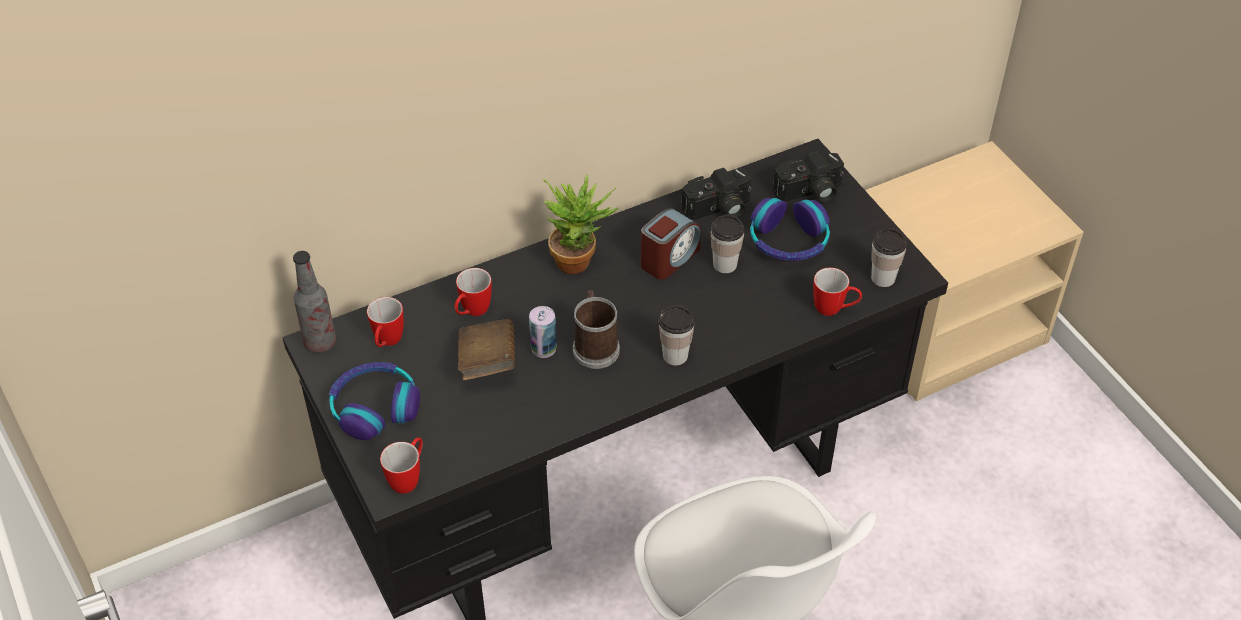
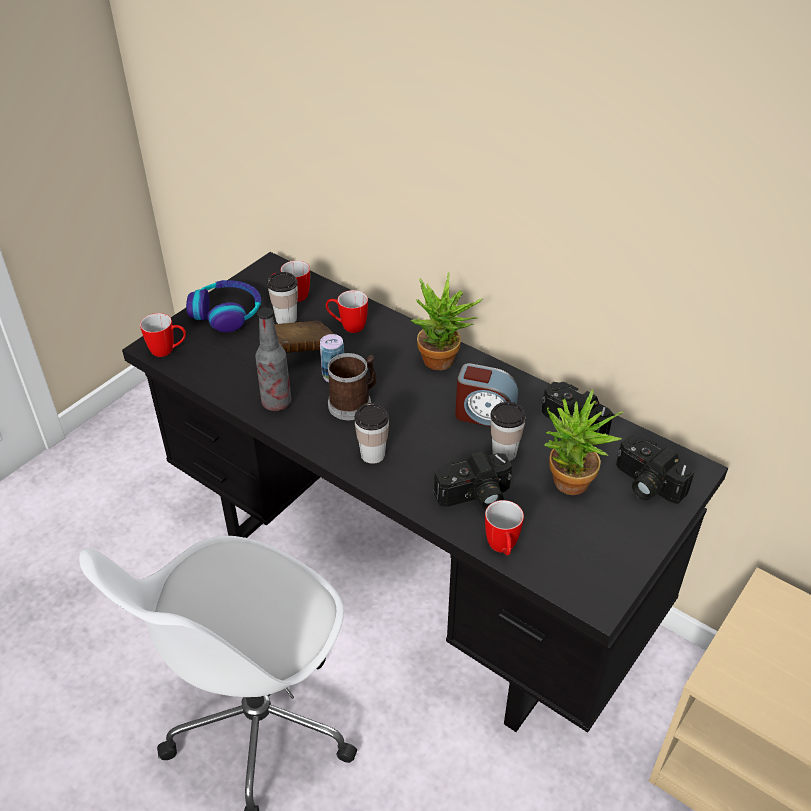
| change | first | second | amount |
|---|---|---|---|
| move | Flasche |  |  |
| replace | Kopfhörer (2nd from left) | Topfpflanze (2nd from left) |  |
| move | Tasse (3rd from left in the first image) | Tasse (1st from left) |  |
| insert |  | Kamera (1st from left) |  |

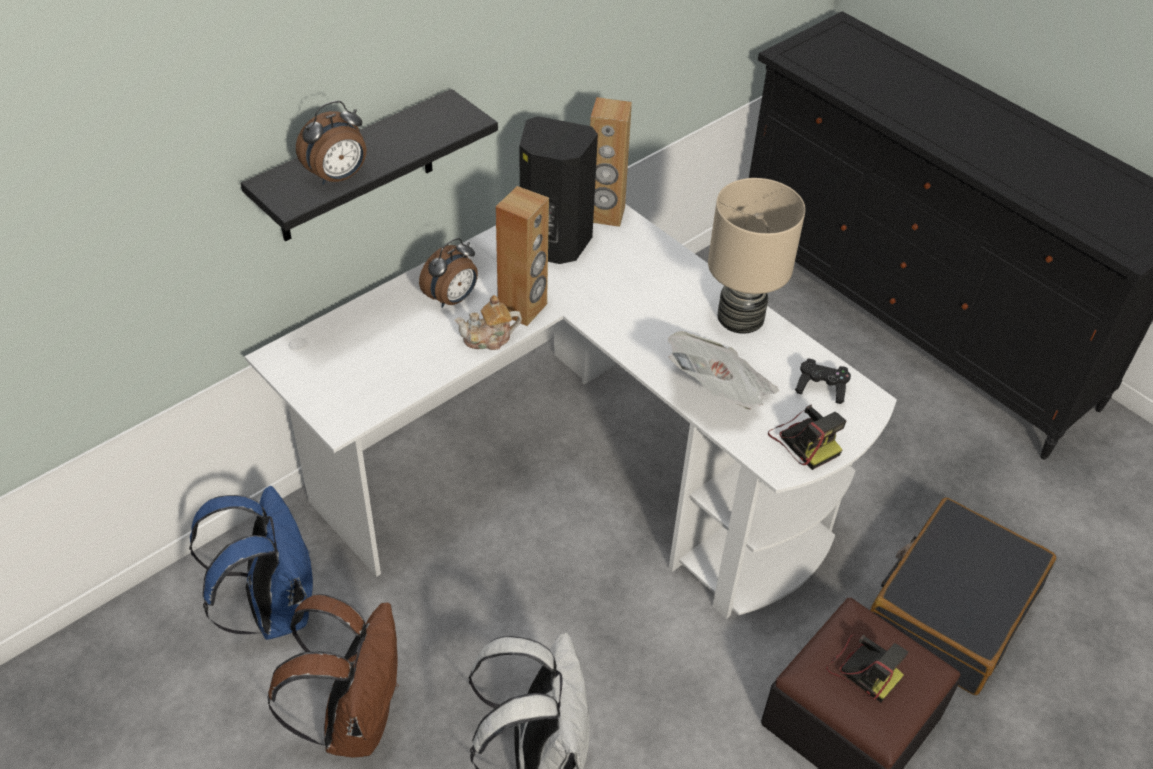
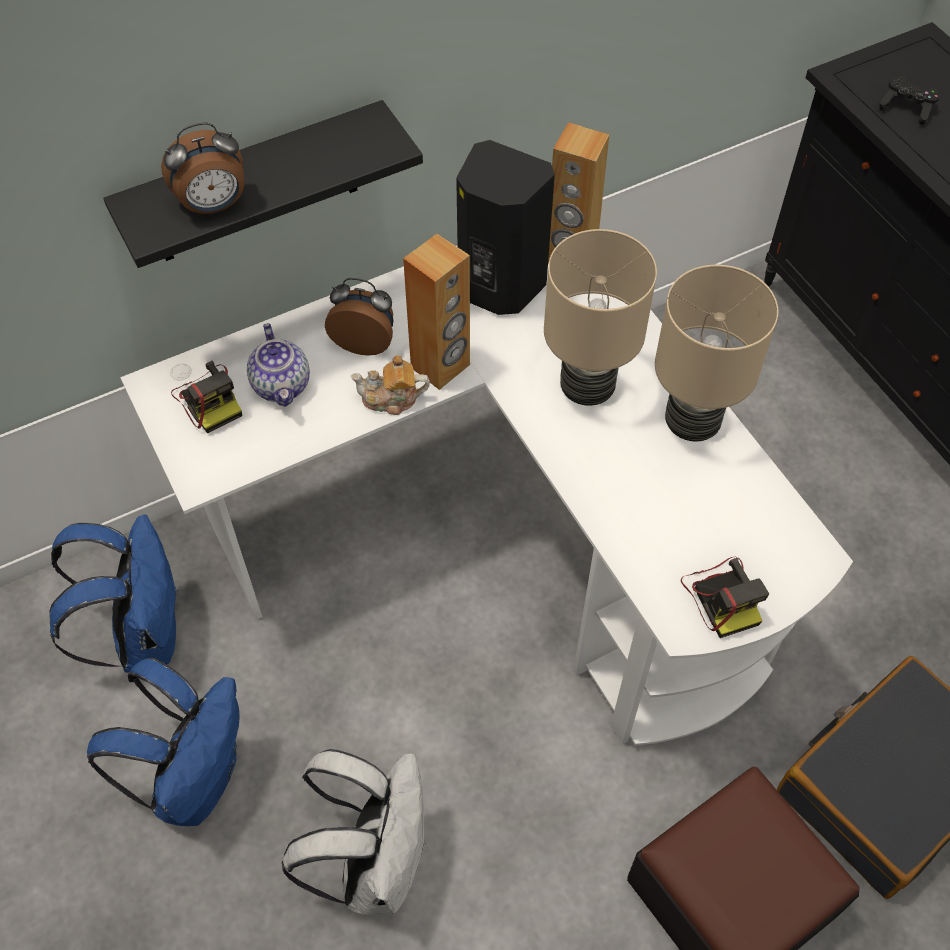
| change | first | second | amount |
|---|---|---|---|
| recolor | Rucksack/braun | Rucksack/blau (2nd from left) |  |
| rotate | Wecker (2nd from left) |  | 135 degrees counterclockwise |
| delete | Zeitung |  |  |
| move | Gamepad/schwarz |  |  |
| move | Kamera (2nd from left in the first image) | Kamera (1st from left) |  |
| insert |  | Teekanne (1st from left) |  |
| insert |  | Tischlampe/beige (1st from left) |  |

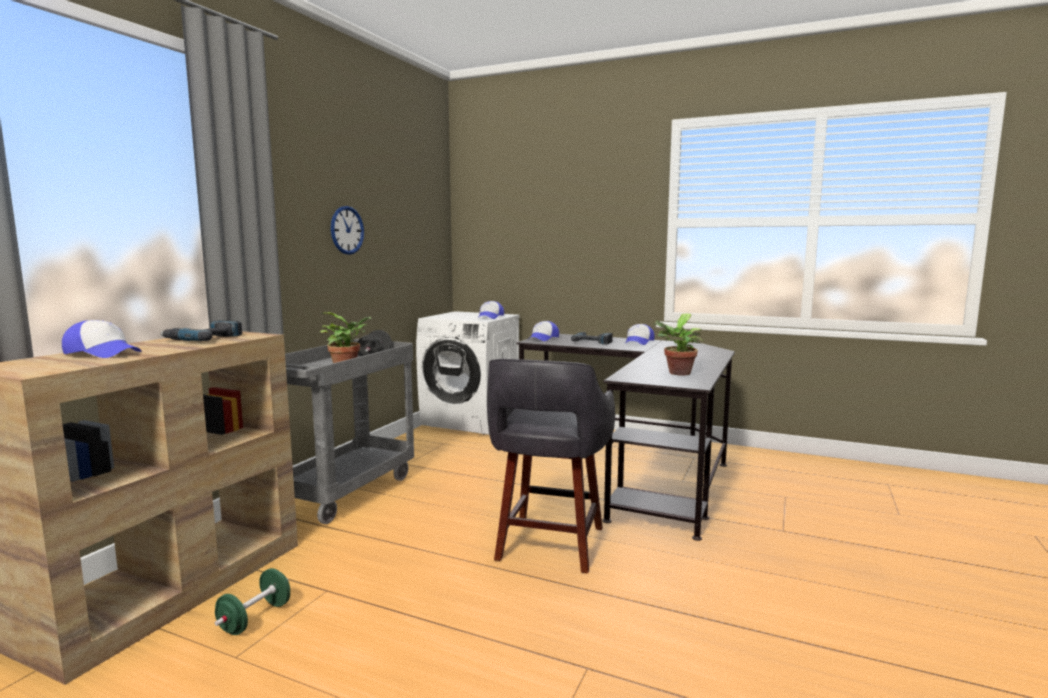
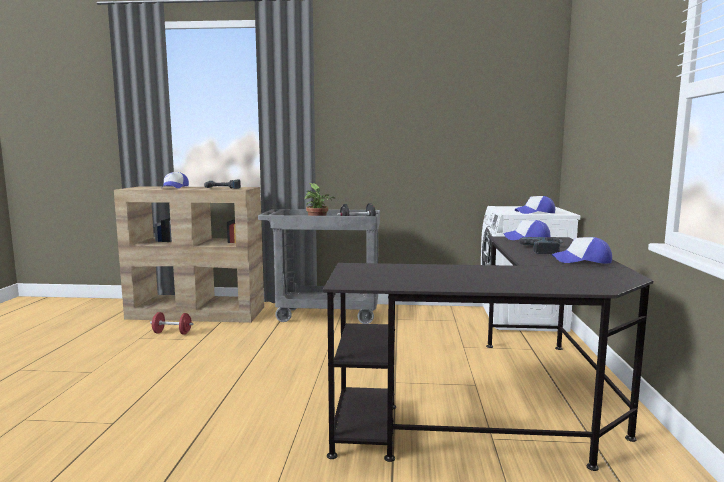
| change | first | second | amount |
|---|---|---|---|
| recolor | Hantel/grün | Hantel/rot |  |
| delete | Wanduhr |  |  |
| delete | Hocker/grau |  |  |
| delete | Topfpflanze (2nd from left) |  |  |

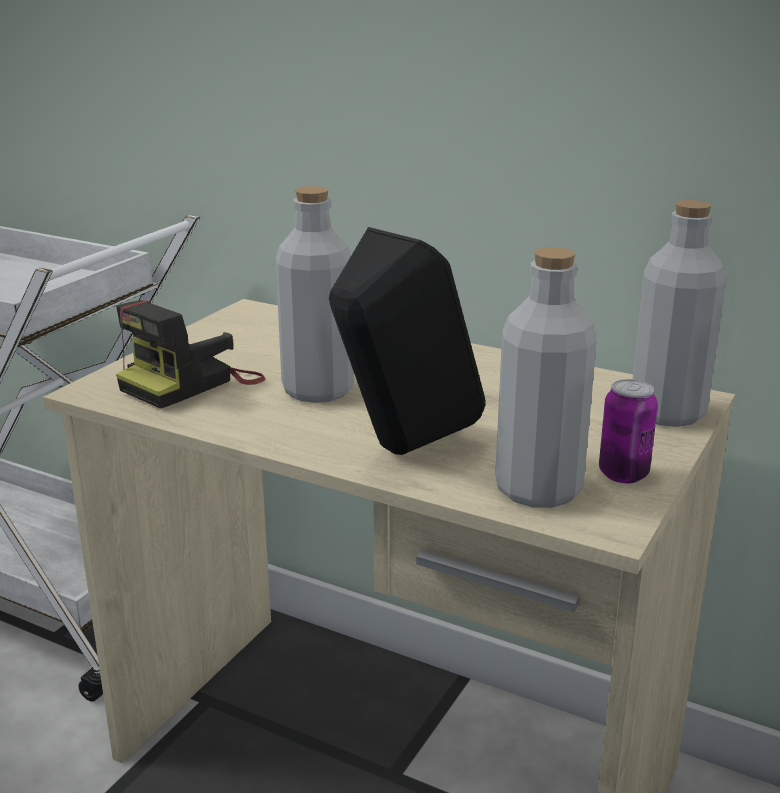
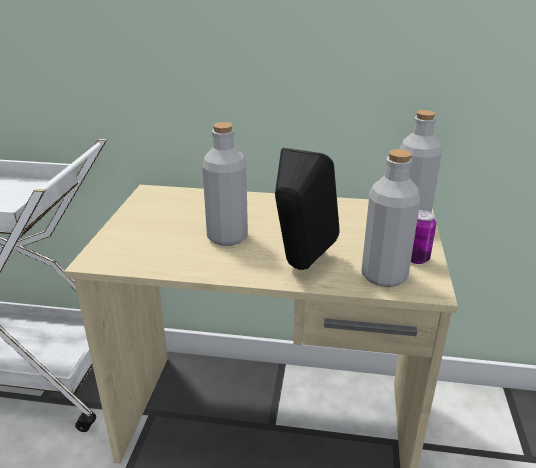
| change | first | second | amount |
|---|---|---|---|
| delete | Kamera |  |  |

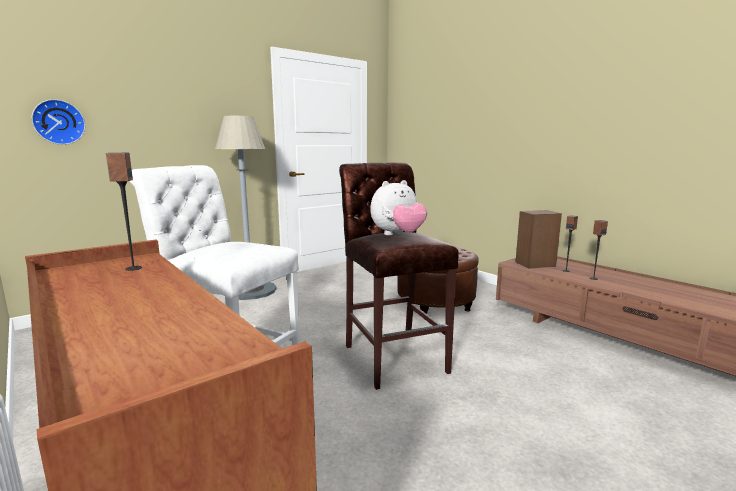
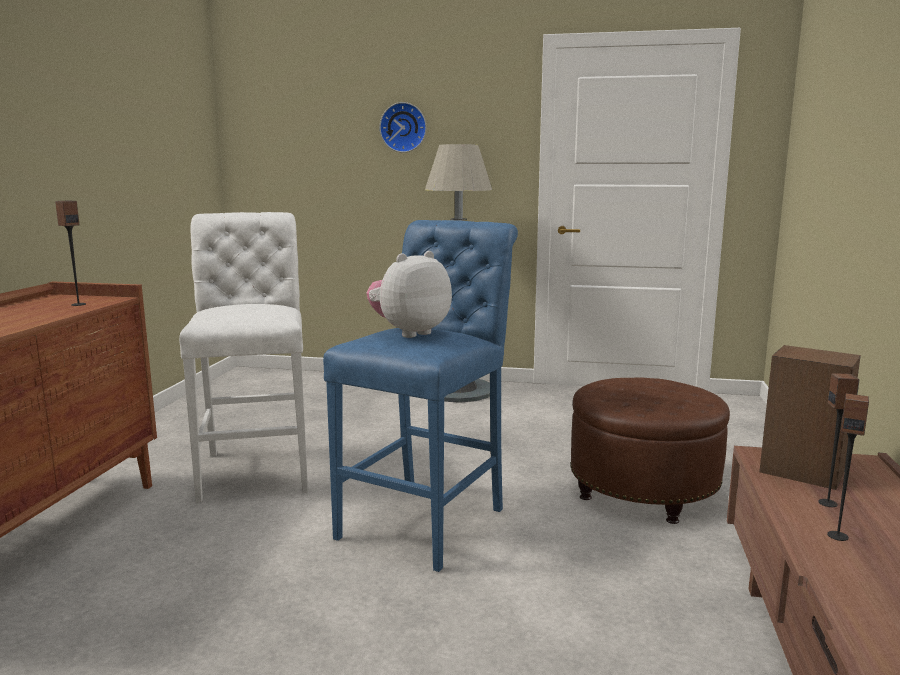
| change | first | second | amount |
|---|---|---|---|
| move | Wanduhr |  |  |
| recolor | Hocker/braun | Hocker/blau |  |
| rotate | Plüschtier |  | 120 degrees clockwise |

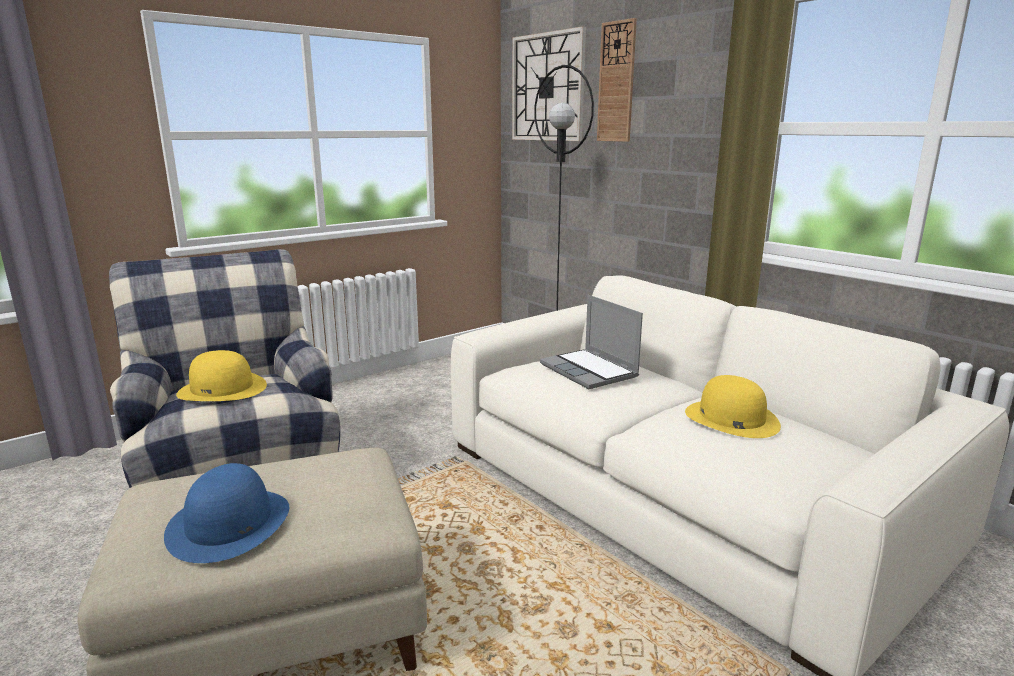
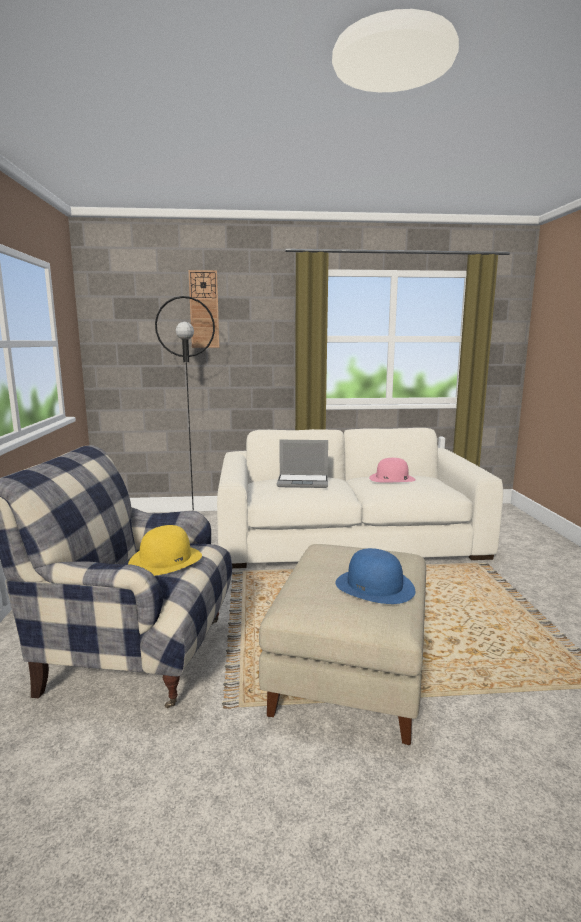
| change | first | second | amount |
|---|---|---|---|
| delete | Wanduhr (1st from left) |  |  |
| recolor | Hut/gelb (2nd from left) | Hut/rosa |  |

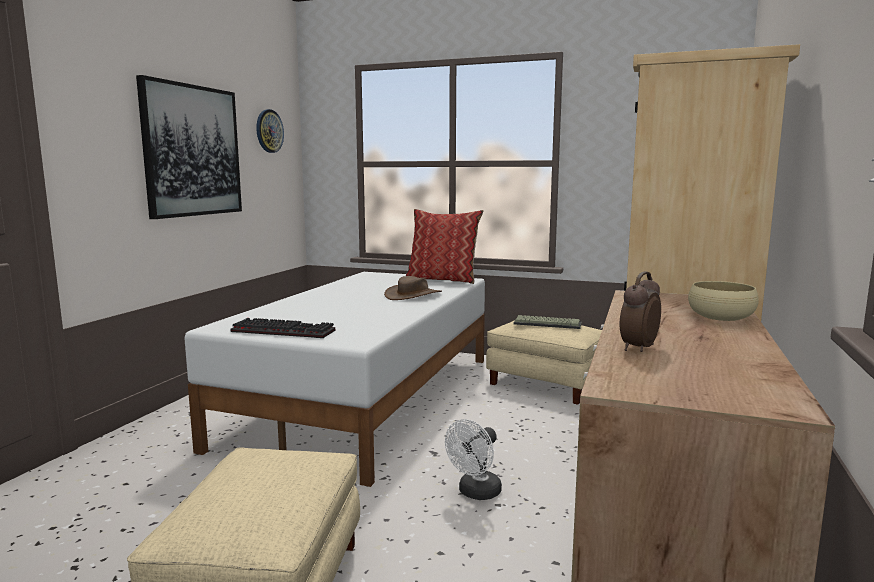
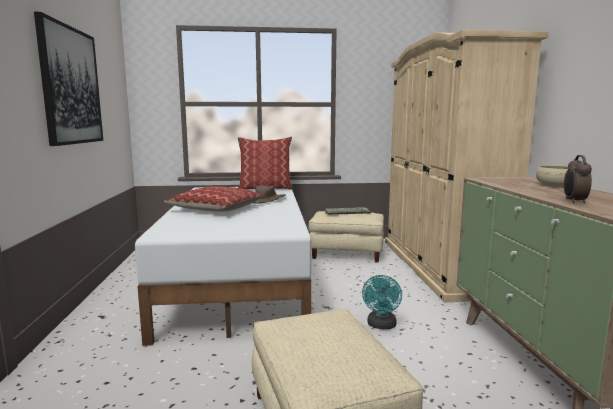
| change | first | second | amount |
|---|---|---|---|
| delete | Tastatur (1st from left) |  |  |
| delete | Wanduhr |  |  |
| recolor | Ventilator/weiß | Ventilator/türkis |  |
| insert |  | Kissen (1st from left) |  |

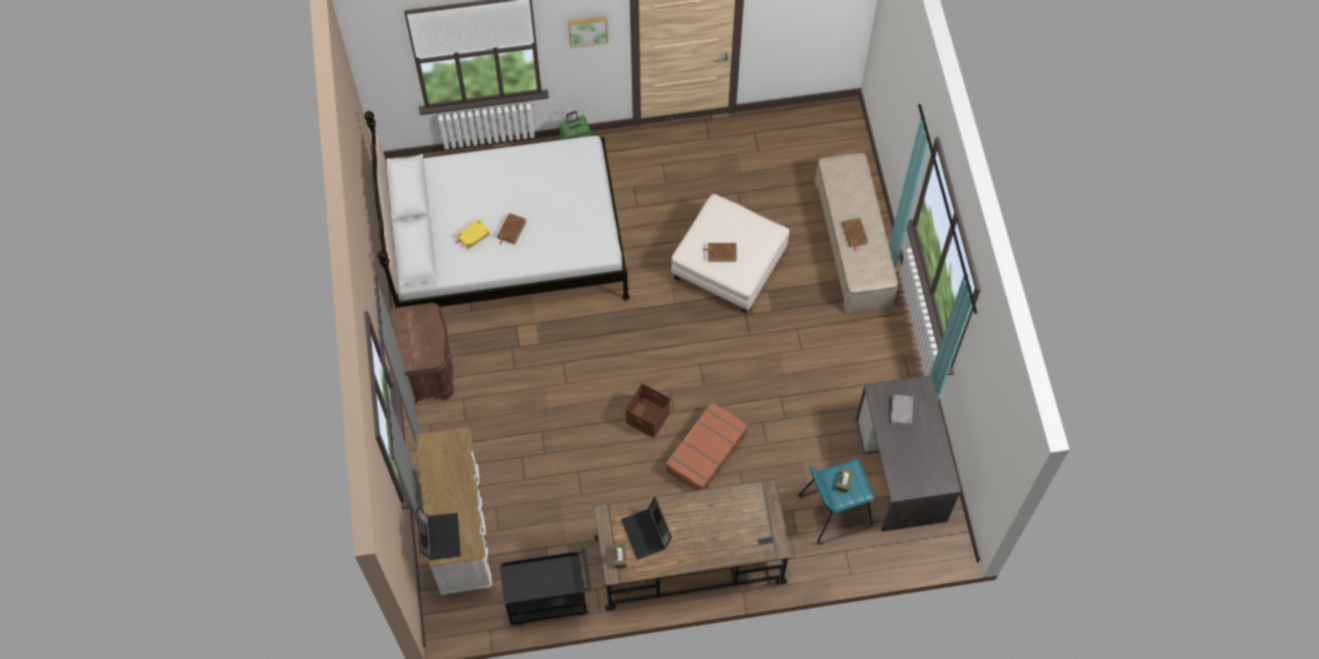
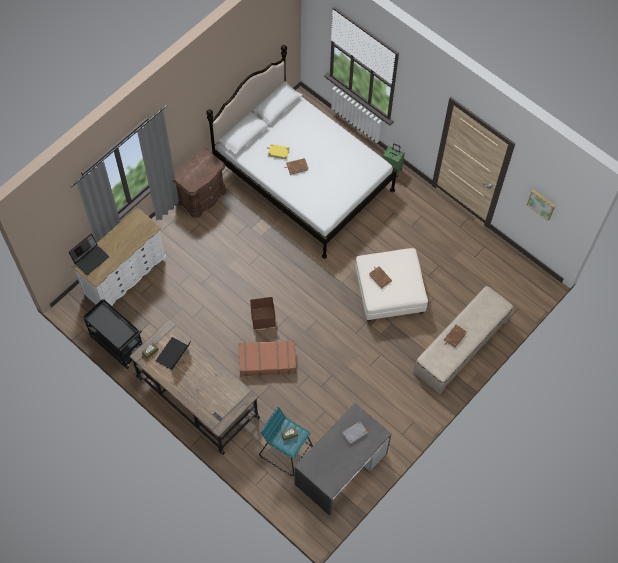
| change | first | second | amount |
|---|---|---|---|
| move | Bild |  |  |

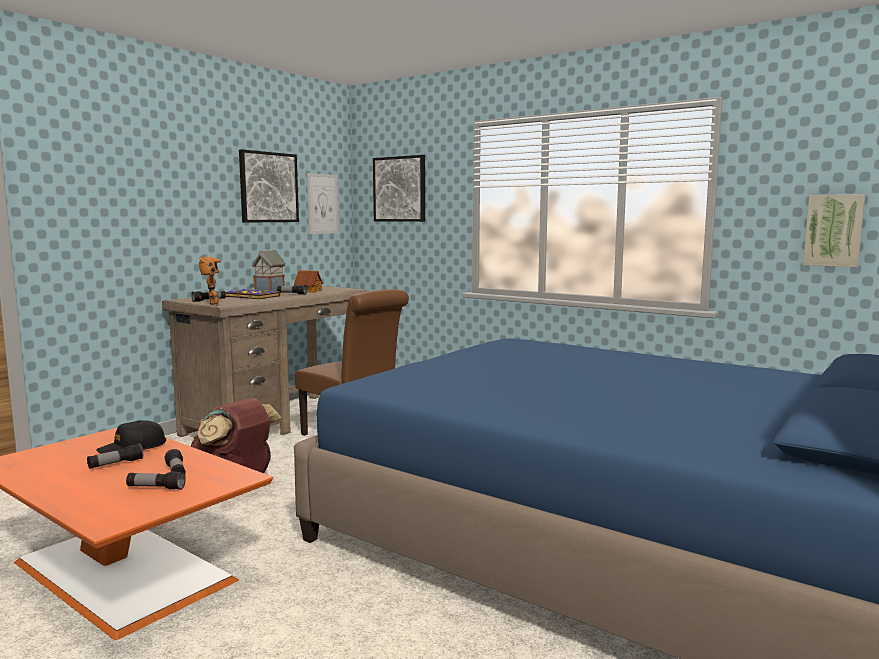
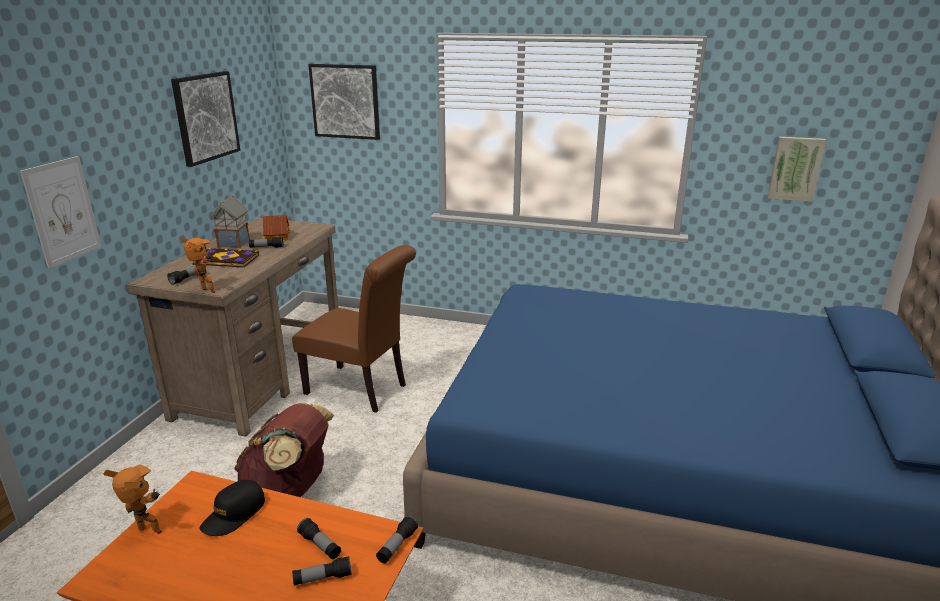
| change | first | second | amount |
|---|---|---|---|
| move | Taschenlampe (1st from left in the first image) | Taschenlampe (5th from left) |  |
| move | Bild (2nd from left in the first image) | Bild (1st from left) |  |
| insert |  | Spielzeugroboter (1st from left) |  |

